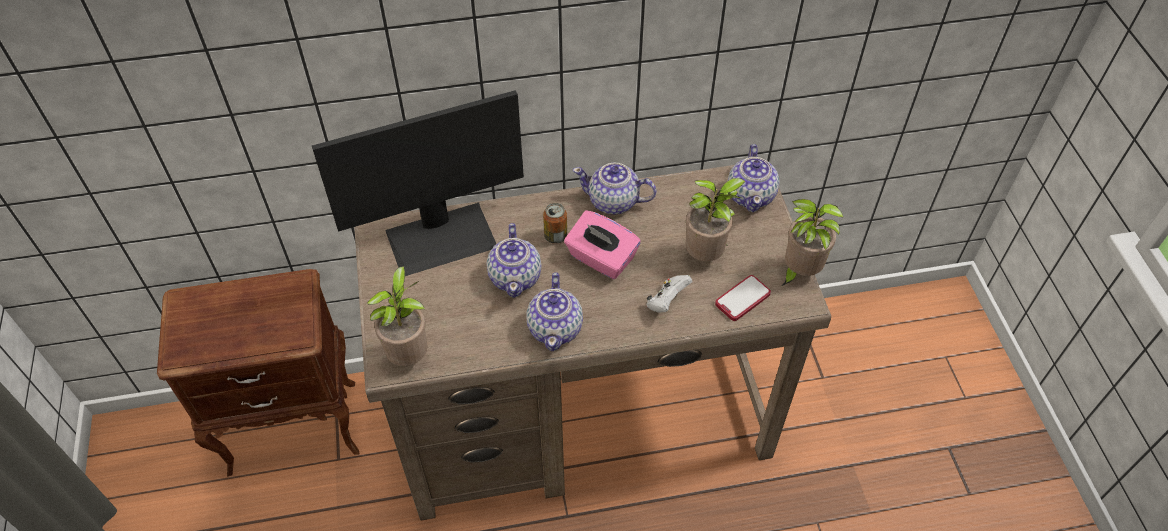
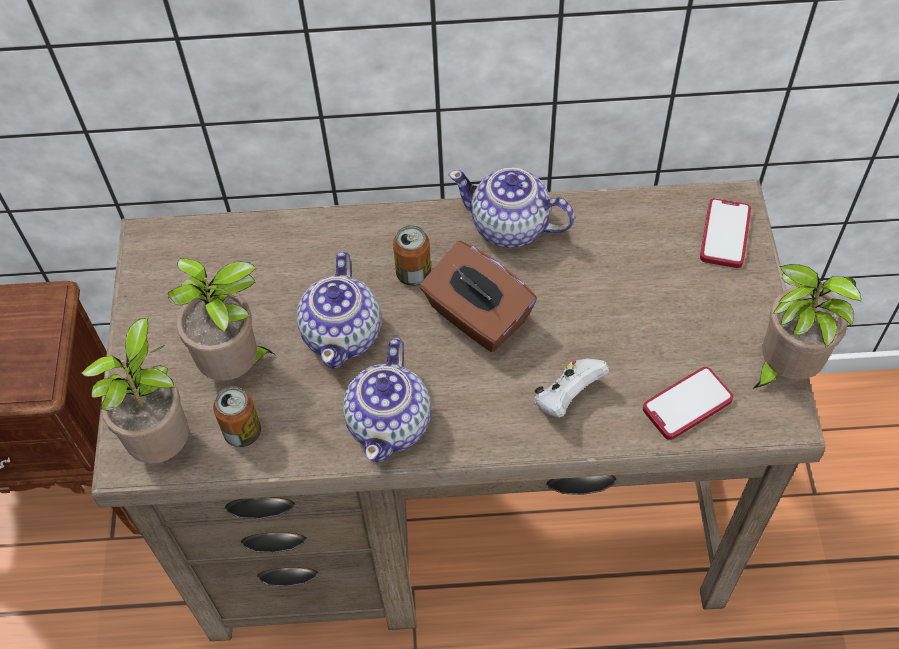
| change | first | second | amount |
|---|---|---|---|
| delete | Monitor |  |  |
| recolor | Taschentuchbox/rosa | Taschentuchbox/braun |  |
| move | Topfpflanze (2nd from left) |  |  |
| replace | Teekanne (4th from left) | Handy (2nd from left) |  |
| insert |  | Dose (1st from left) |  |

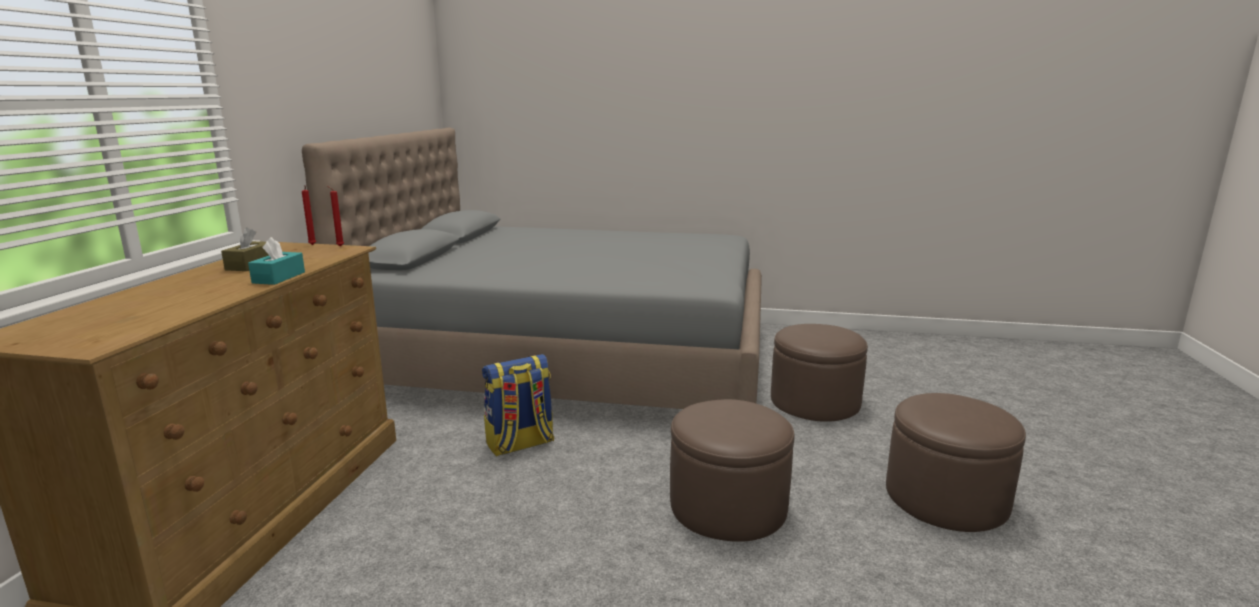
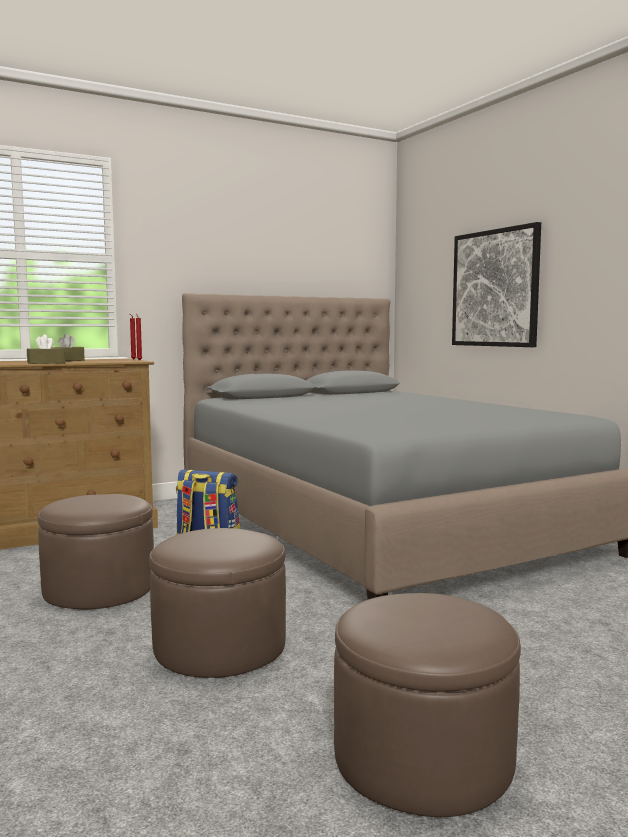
| change | first | second | amount |
|---|---|---|---|
| recolor | Taschentuchbox/türkis | Taschentuchbox/braun (1st from left) |  |
| move | Polsterhocker/braun (2nd from left in the first image) | Polsterhocker/braun (1st from left) |  |
| insert |  | Bild |  |

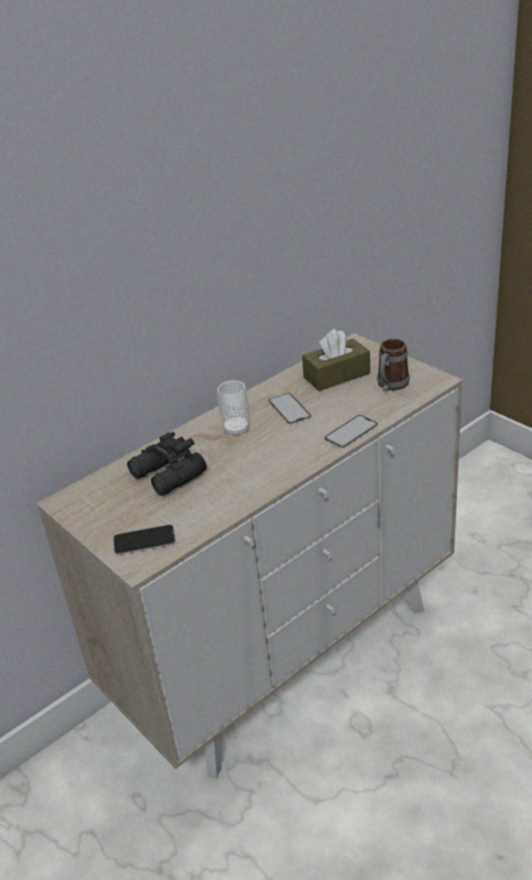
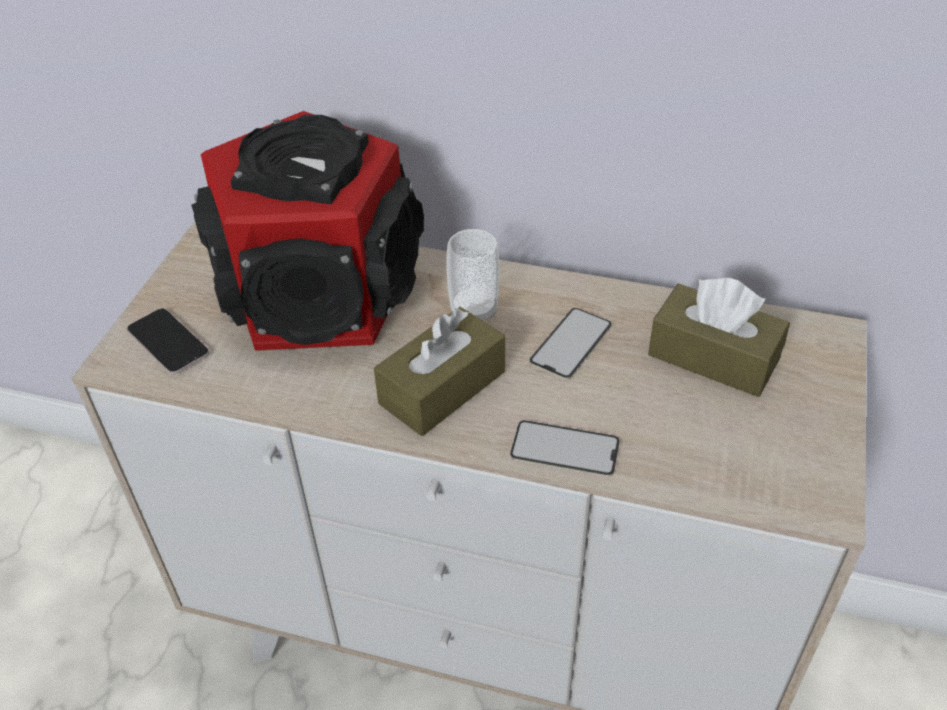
| change | first | second | amount |
|---|---|---|---|
| replace | Fernglas/schwarz | Lautsprecher |  |
| delete | Henkelbecher |  |  |
| insert |  | Taschentuchbox/braun (1st from left) |  |

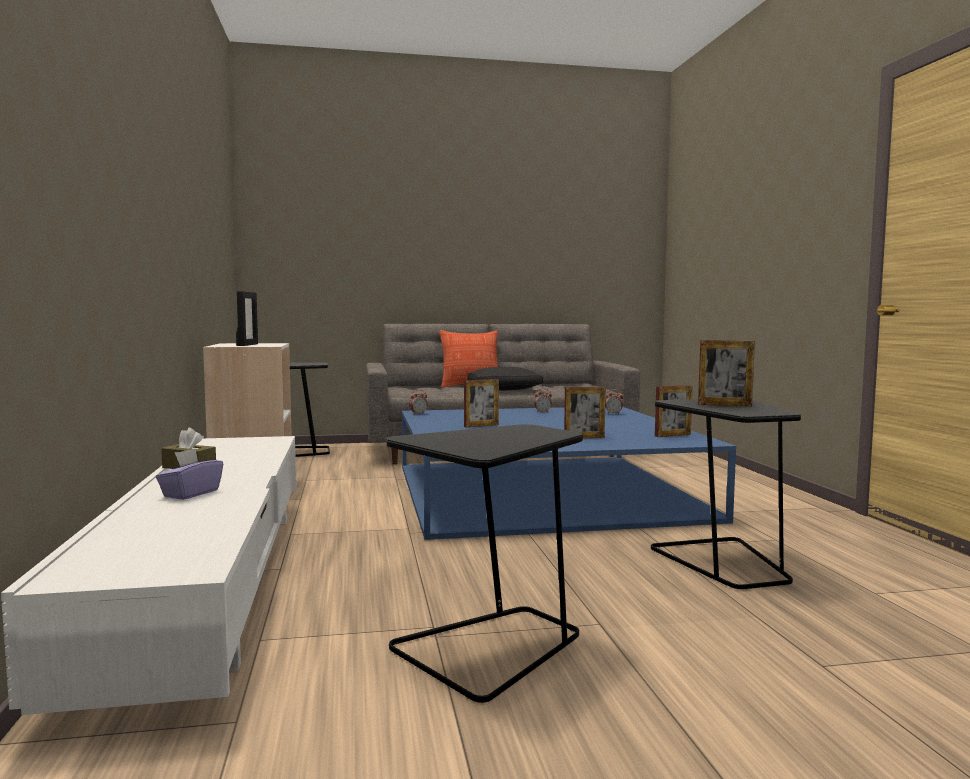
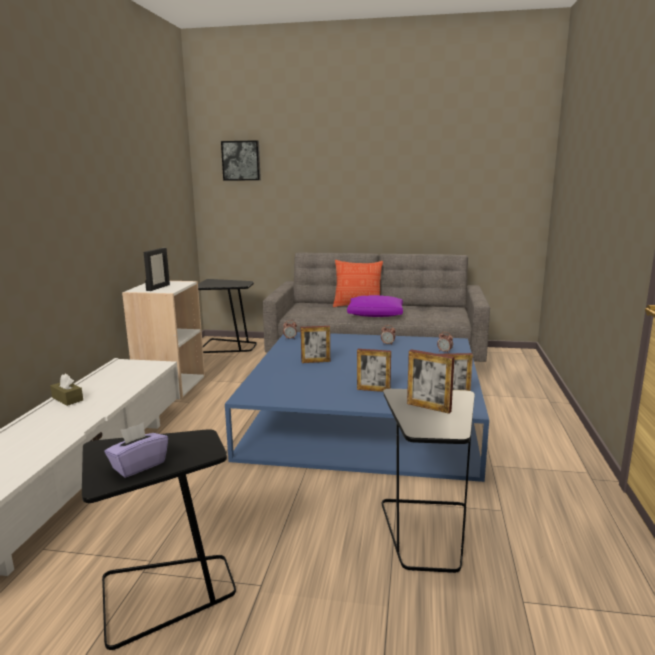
| change | first | second | amount |
|---|---|---|---|
| move | Taschentuchbox/lila |  |  |
| recolor | Kissen/schwarz | Kissen/lila |  |
| insert |  | Bild |  |

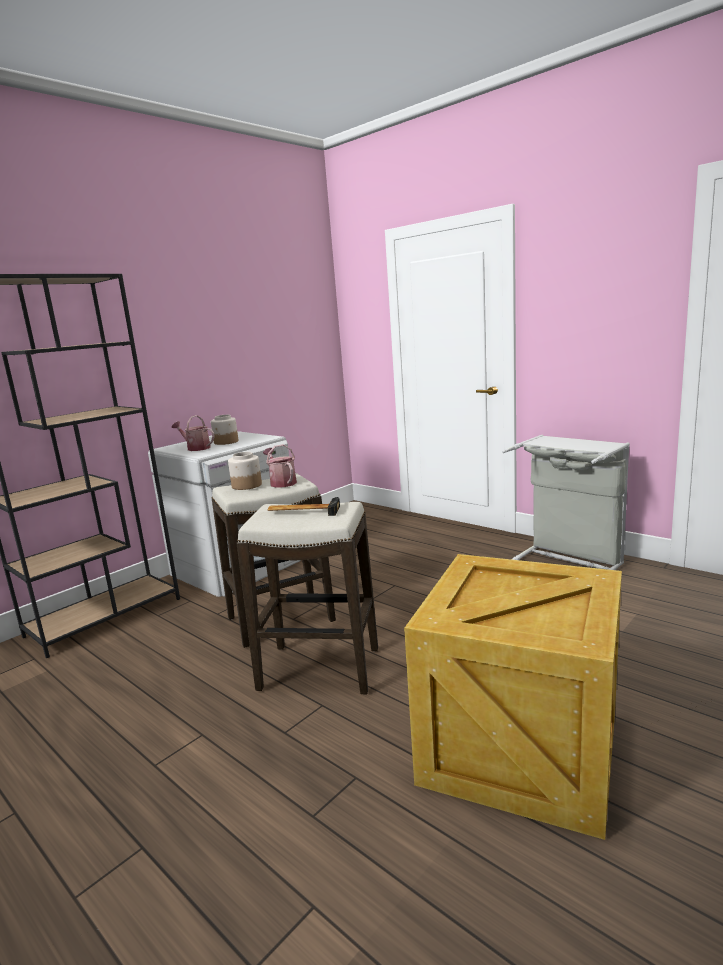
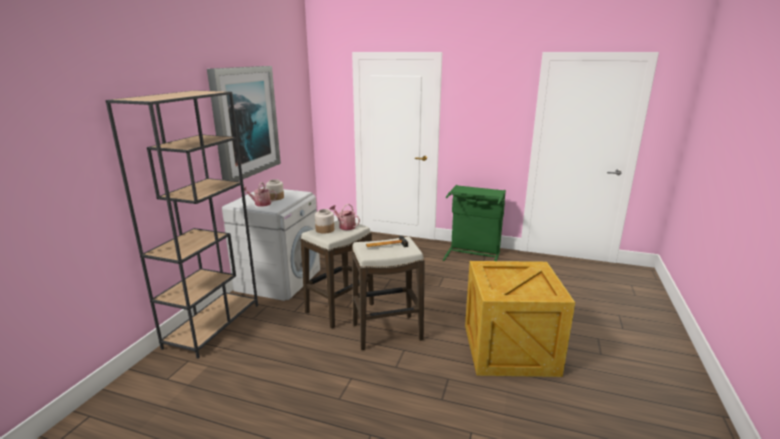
| change | first | second | amount |
|---|---|---|---|
| recolor | Wäschekorb/grau | Wäschekorb/grün |  |
| insert |  | Bild |  |

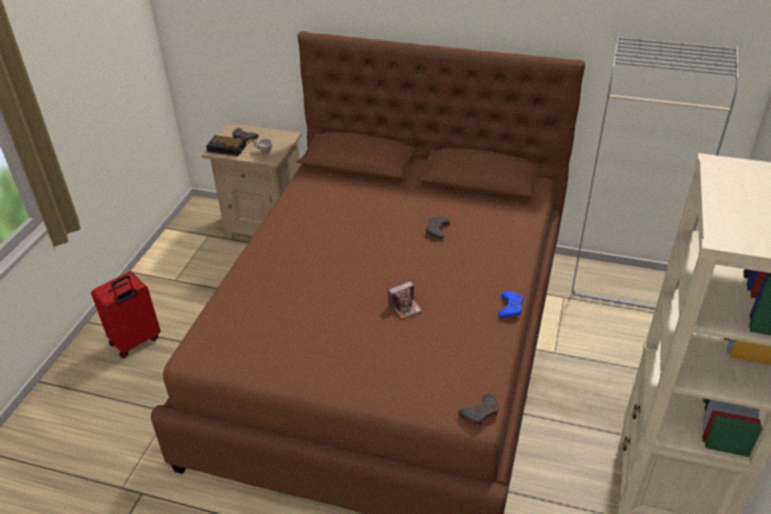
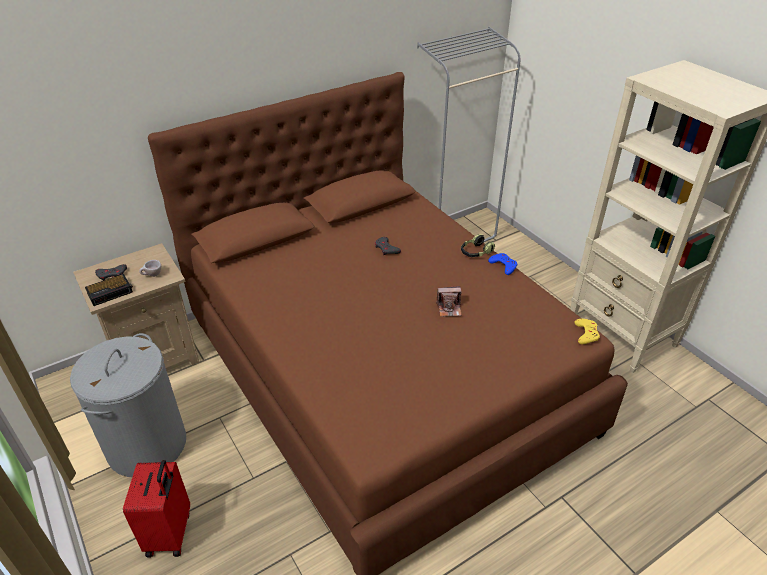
| change | first | second | amount |
|---|---|---|---|
| rotate | Kamera |  | 75 degrees clockwise |
| recolor | Gamepad/grau (3rd from left) | Gamepad/gelb |  |
| insert |  | Wäschekorb/grau |  |
| insert |  | Kopfhörer |  |

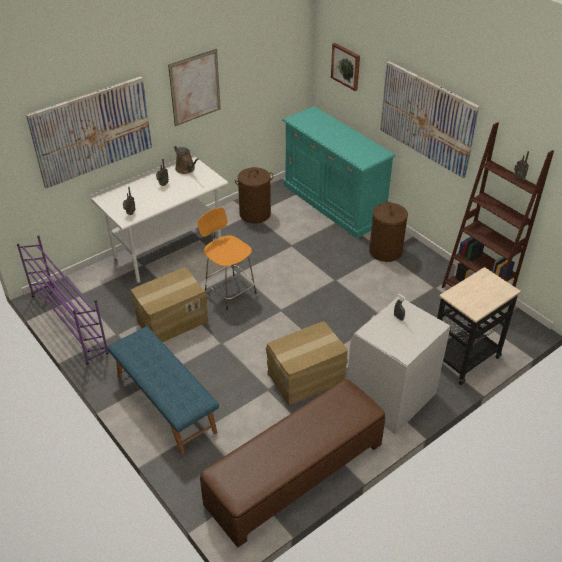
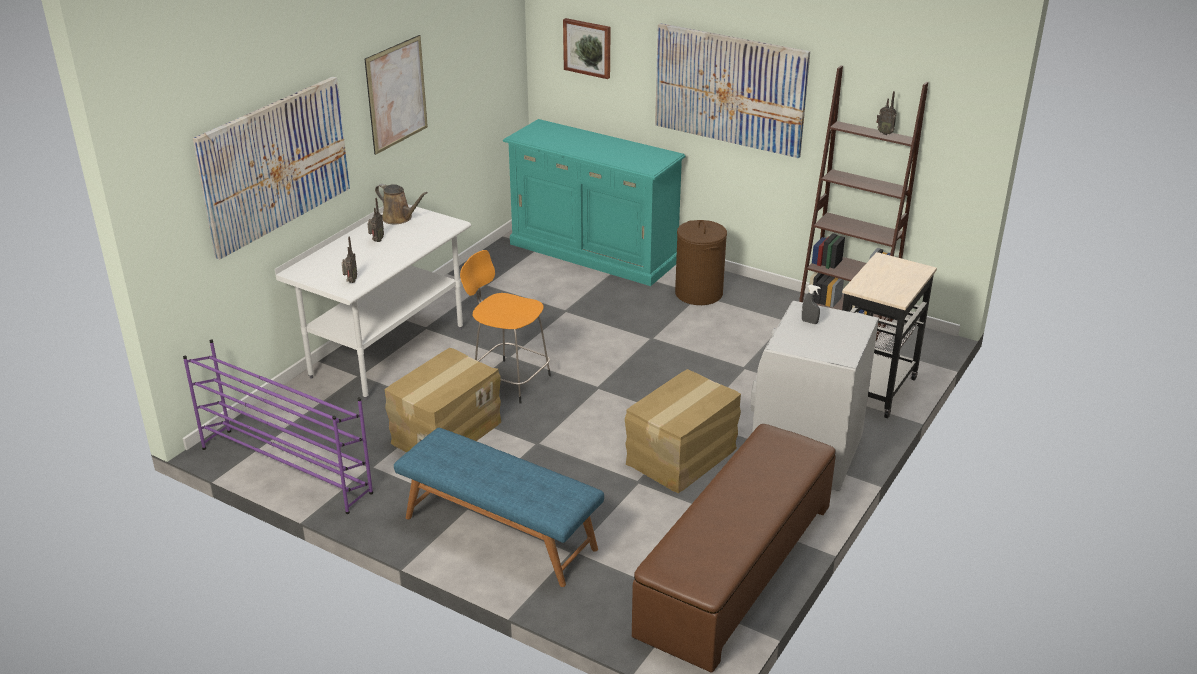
| change | first | second | amount |
|---|---|---|---|
| delete | Wäschekorb/braun (1st from left) |  |  |

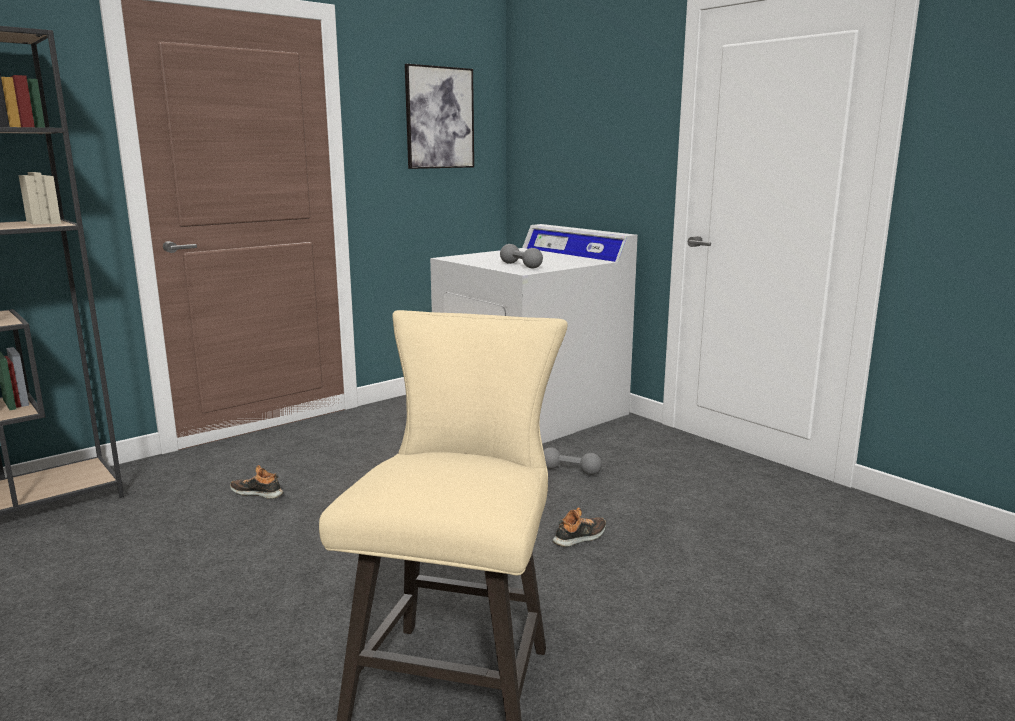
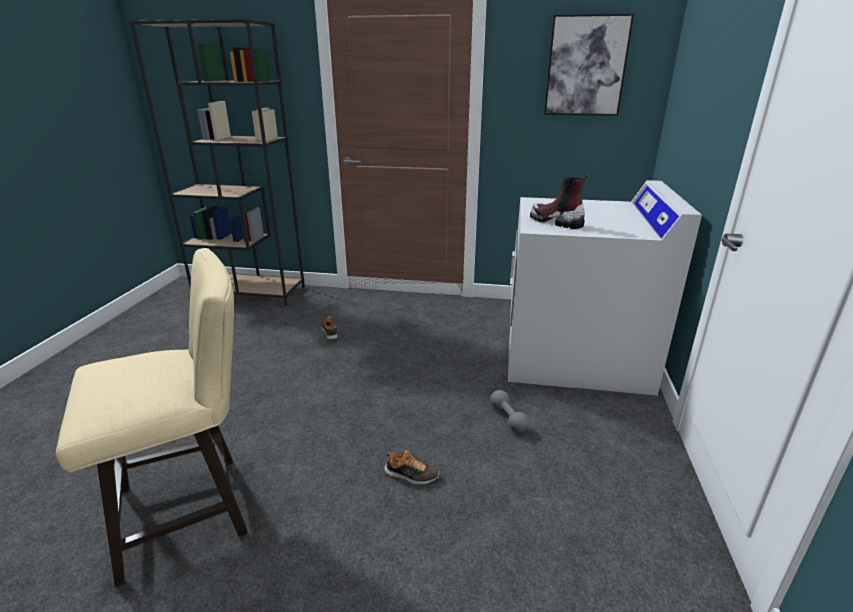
| change | first | second | amount |
|---|---|---|---|
| replace | Hantel/grau (1st from left) | Stiefel |  |

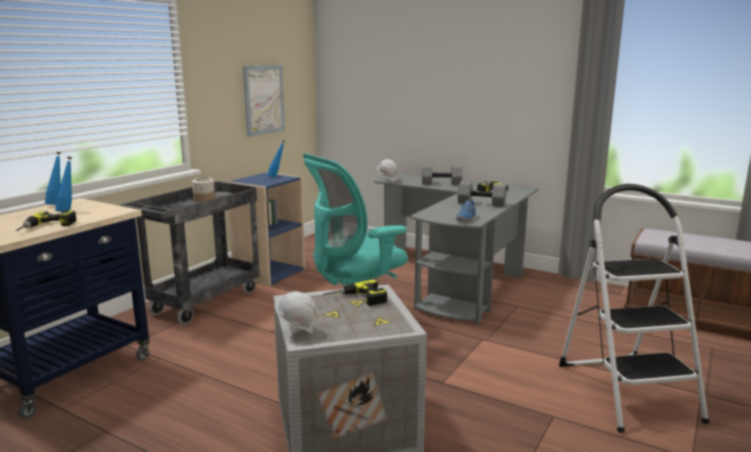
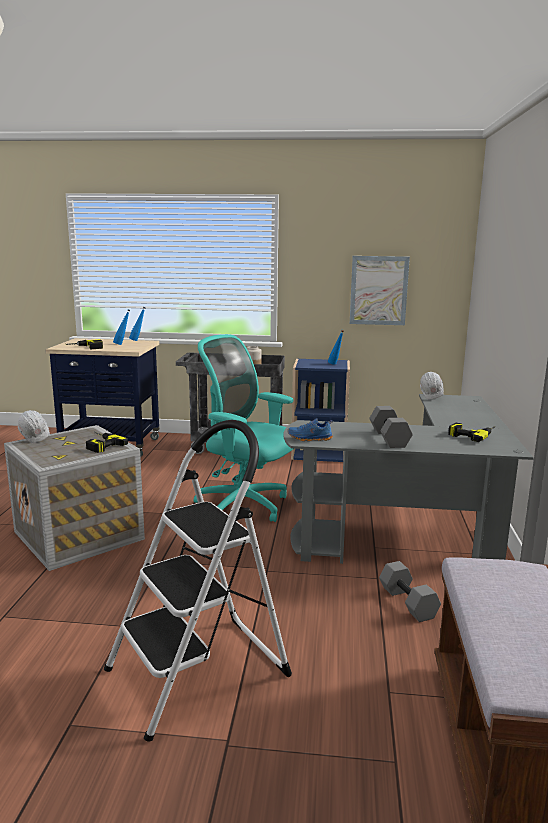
| change | first | second | amount |
|---|---|---|---|
| move | Hantel/grau (1st from left in the first image) | Hantel/grau (2nd from left) |  |

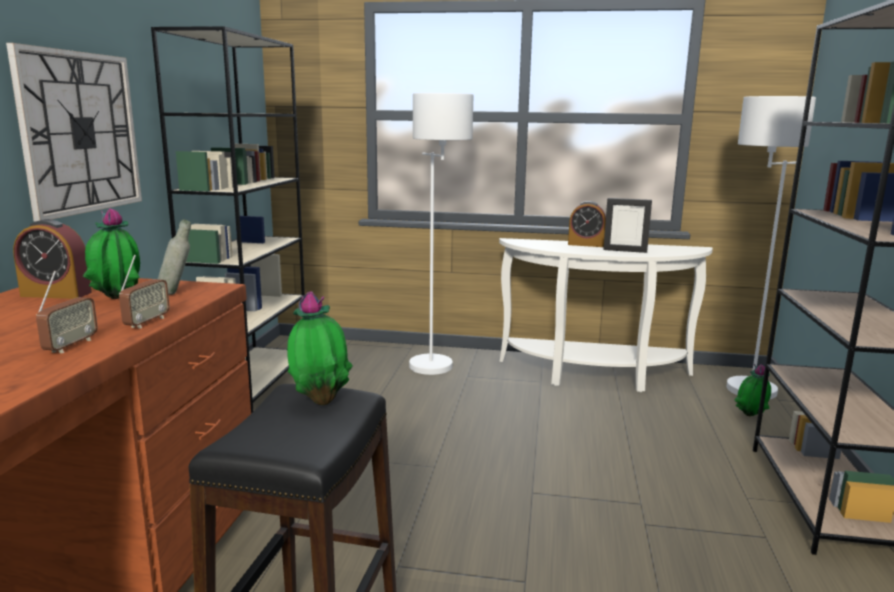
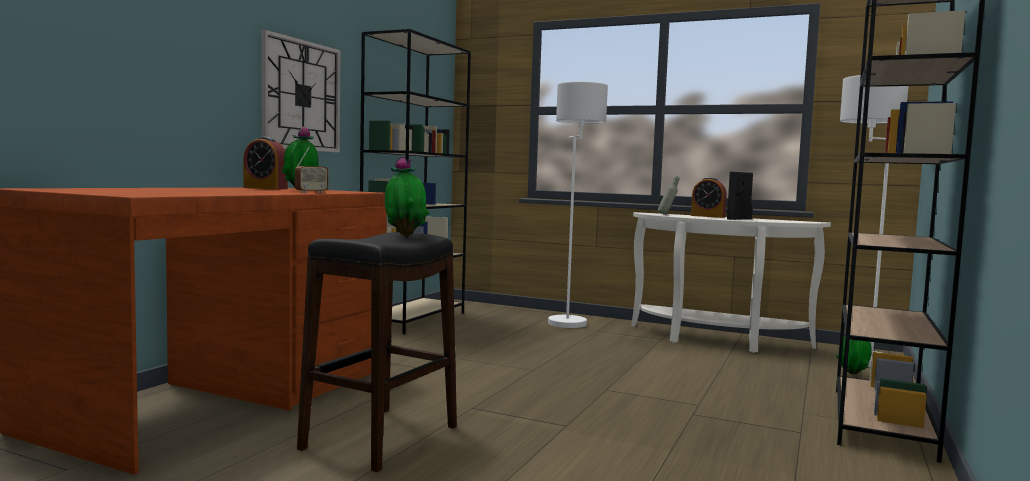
| change | first | second | amount |
|---|---|---|---|
| delete | Radio (1st from left) |  |  |
| move | Flasche/grau |  |  |
| rotate | Bilderrahmen |  | 105 degrees clockwise |

